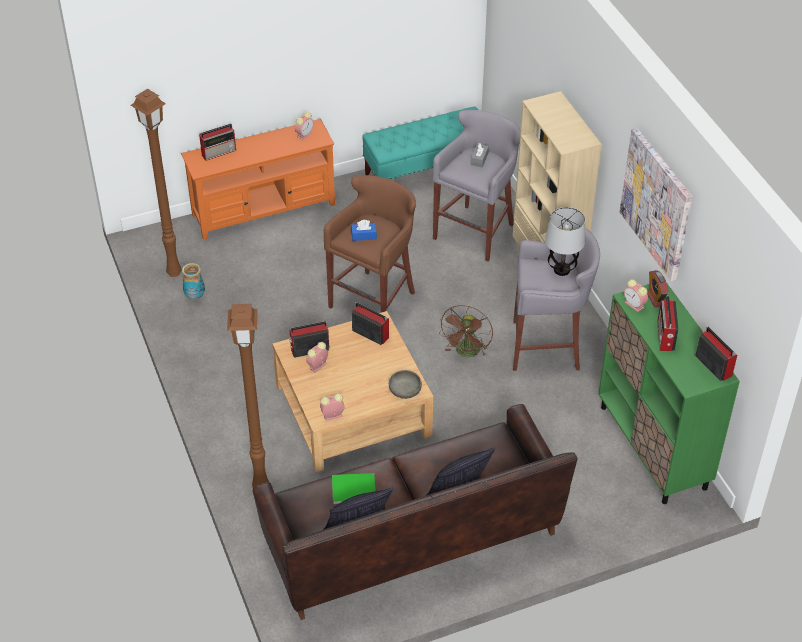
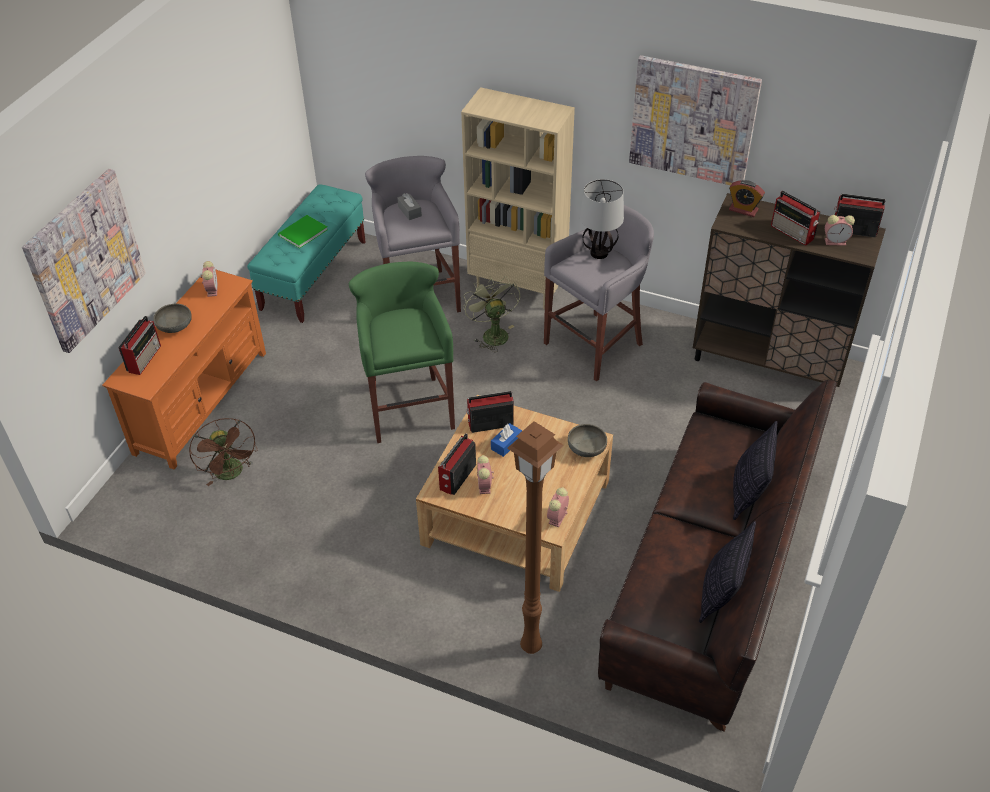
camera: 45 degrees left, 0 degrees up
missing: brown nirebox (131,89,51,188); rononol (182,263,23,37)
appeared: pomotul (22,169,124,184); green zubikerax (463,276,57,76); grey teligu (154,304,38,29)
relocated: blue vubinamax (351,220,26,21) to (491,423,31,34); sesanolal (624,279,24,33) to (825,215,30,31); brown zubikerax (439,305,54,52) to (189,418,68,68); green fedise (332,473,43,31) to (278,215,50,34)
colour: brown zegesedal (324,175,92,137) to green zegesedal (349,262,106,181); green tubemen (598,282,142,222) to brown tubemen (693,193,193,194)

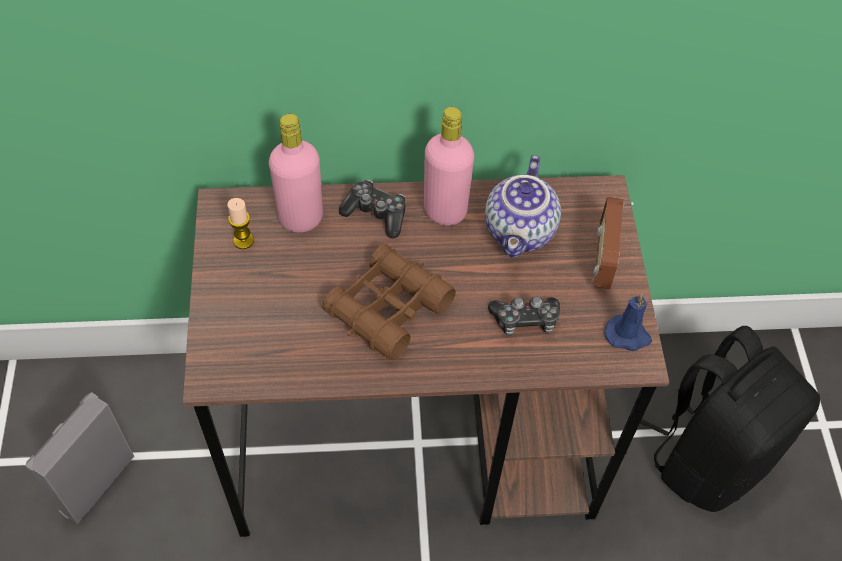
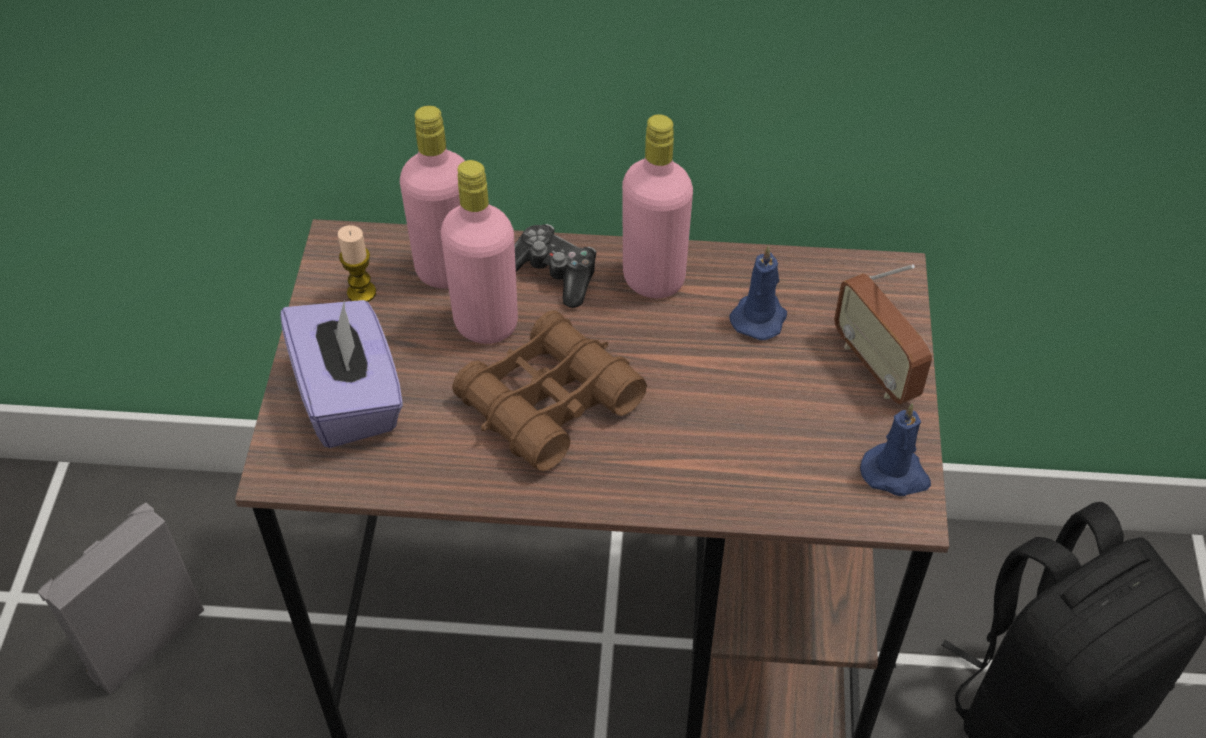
camera: 10 degrees right, 5 degrees down
missing: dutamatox (488,296,72,40)
appeared: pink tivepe (441,160,77,184); purple vubinamax (280,299,123,149)
exchanged: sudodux (485,155,76,103) to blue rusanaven (730,245,57,95)
spun: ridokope (593,197,41,92) = (834,264,98,141) 45 degrees counterclockwise

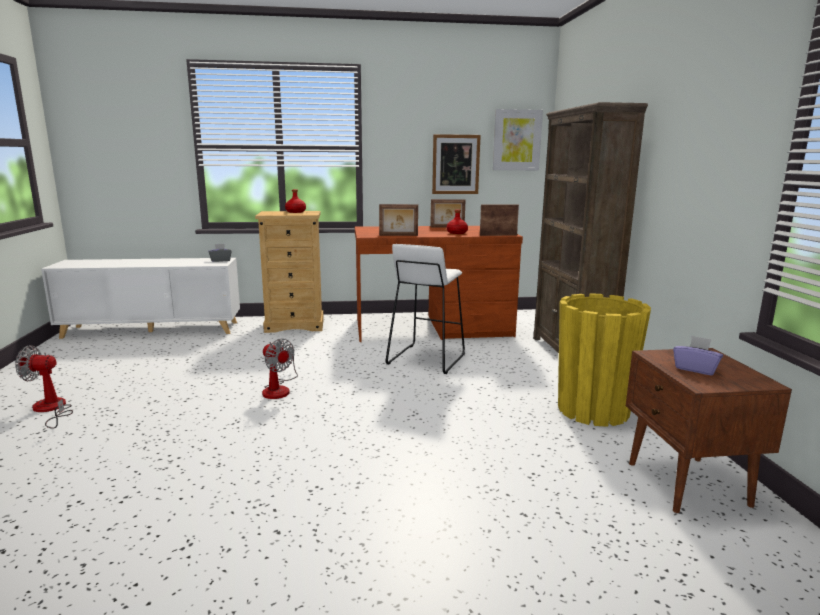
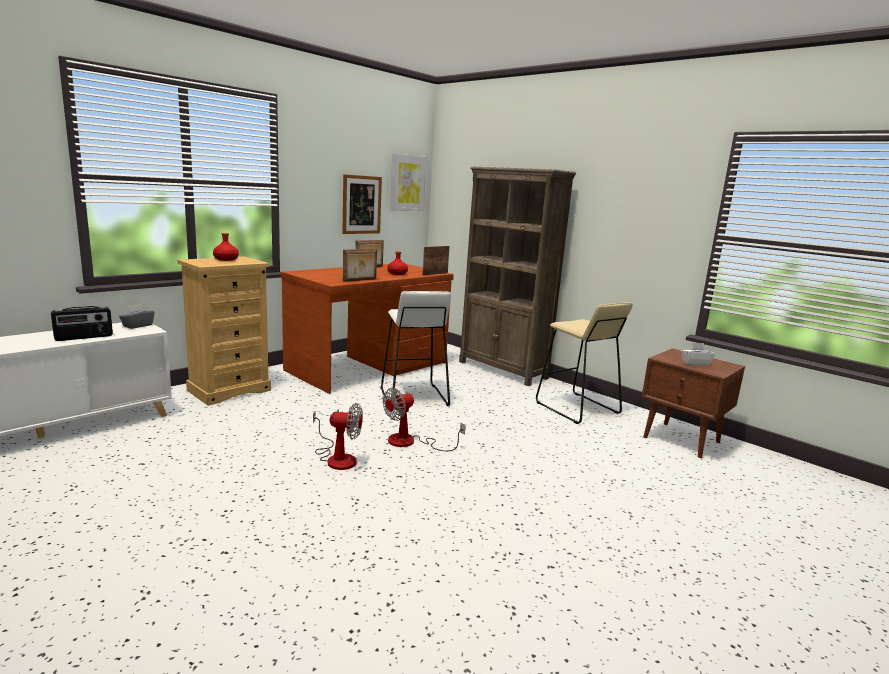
camera: 40 degrees left, 0 degrees up
appeared: ridokope (51,306,62,35)
relocated: zubikerax (15,345,58,84) to (383,388,83,63)
exchanged: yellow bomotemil (558,293,93,134) to beige zegesedal (536,302,97,122)
colour: purple vubinamax (673,336,50,40) to white vubinamax (681,342,34,24)

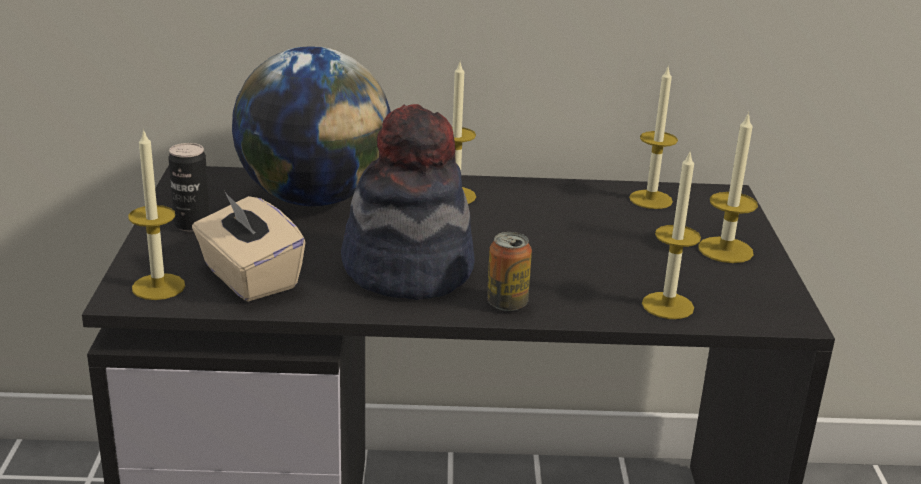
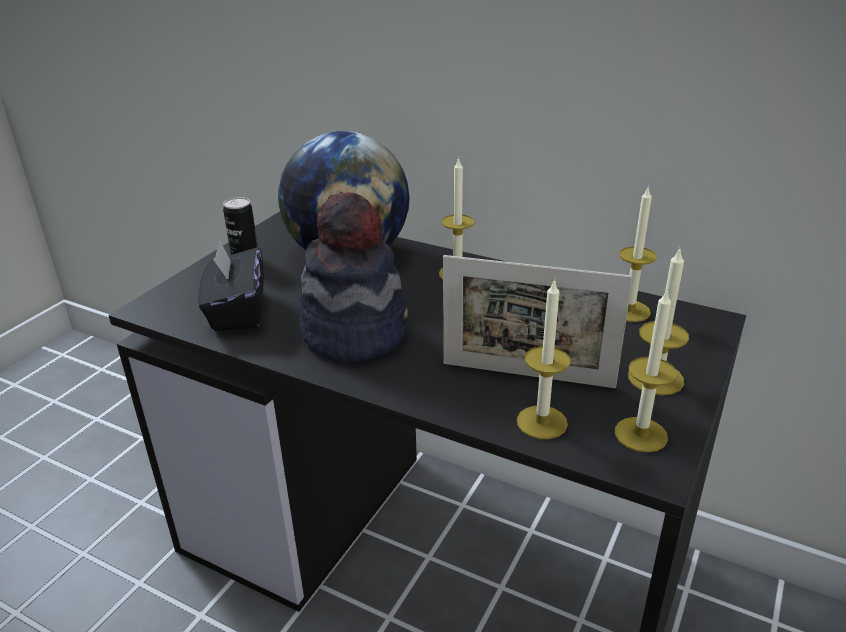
camera: 30 degrees right, 5 degrees up
missing: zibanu (487,232,45,79)
appeared: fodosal (443,255,190,133)
relocated: rusanaven (128,129,57,171) to (615,288,62,165)
colour: beige vubinamax (192,191,114,111) to black vubinamax (198,241,66,90)

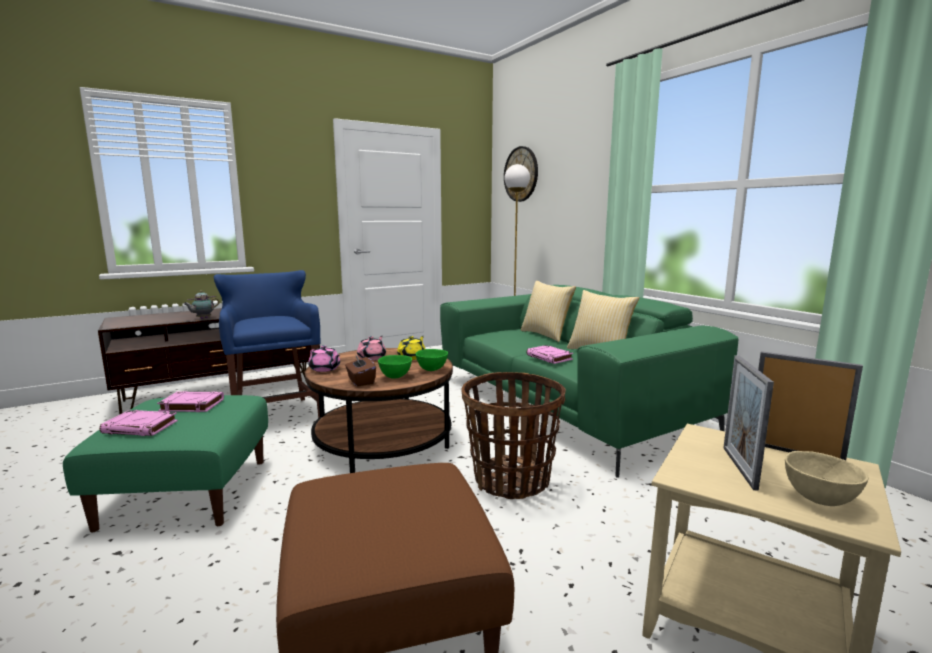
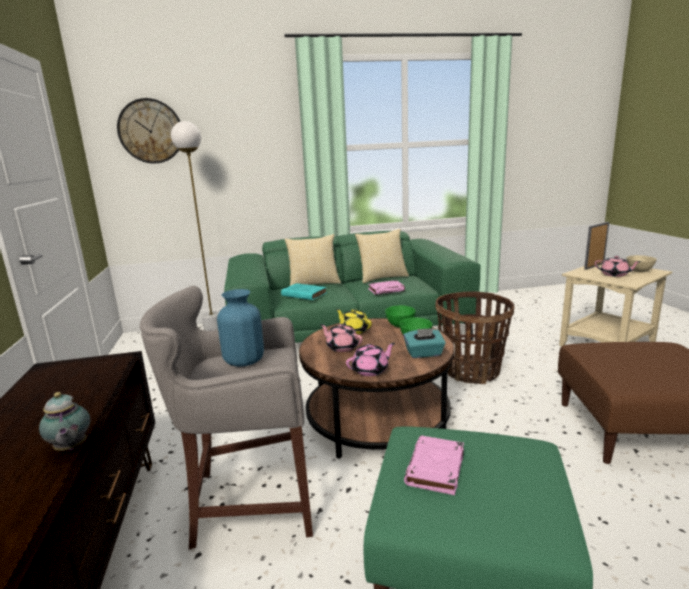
camera: 70 degrees left, 5 degrees up
missing: pink fedise (99,410,79,26)
appeared: turquoise fedise (281,283,46,17); blue rononol (217,289,47,78)
exchanged: fodosal (723,355,51,136) to pink sudodux (594,256,47,21)
colour: blue zegesedal (214,270,107,148) to grey zegesedal (140,286,173,264); brown vubinamax (345,354,31,32) to turquoise vubinamax (404,328,42,30)

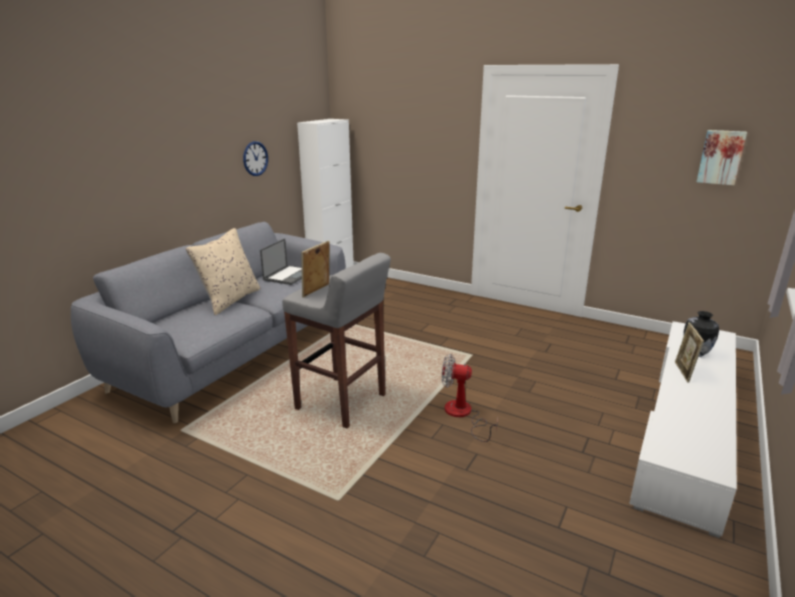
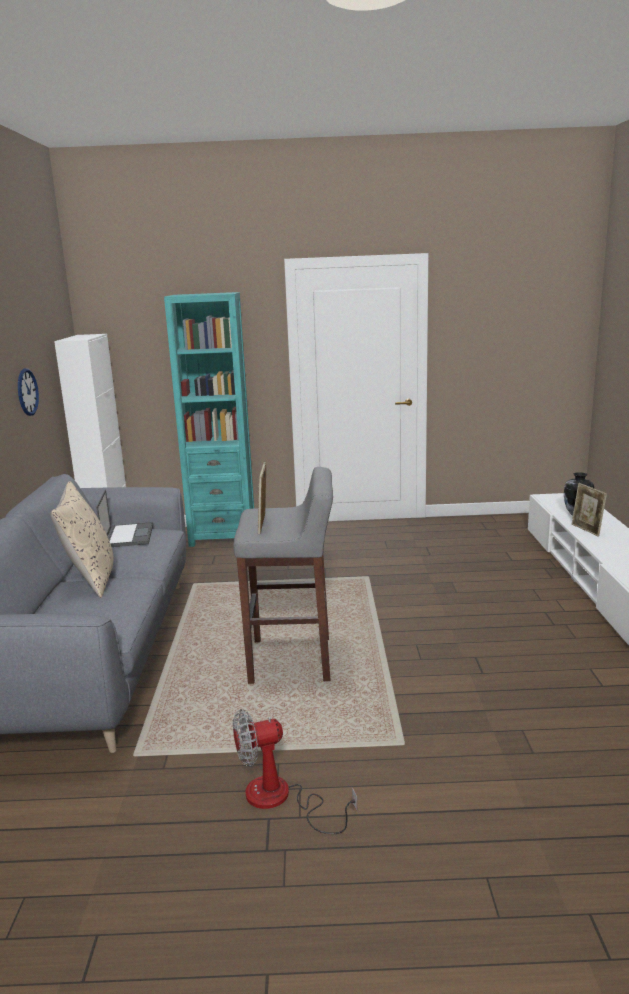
camera: 30 degrees left, 5 degrees down
missing: pomotul (697,130,50,55)
appeared: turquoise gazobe (164,292,90,255)
relocated: zubikerax (442,354,56,88) to (233,709,124,125)

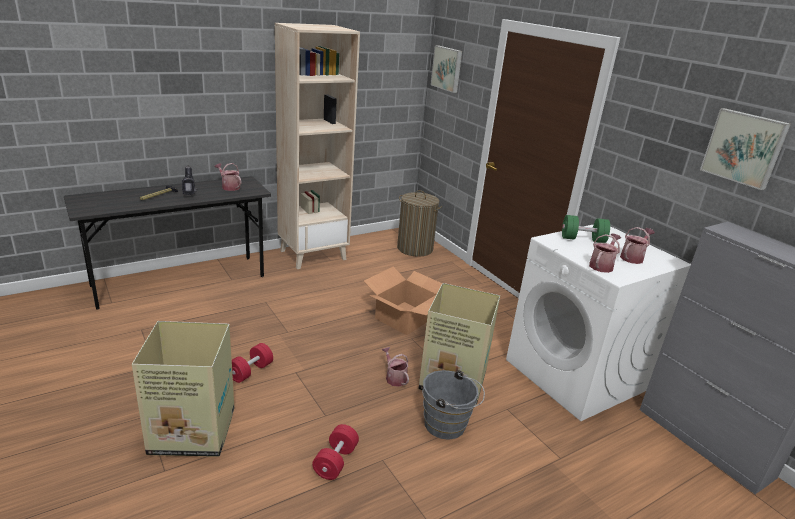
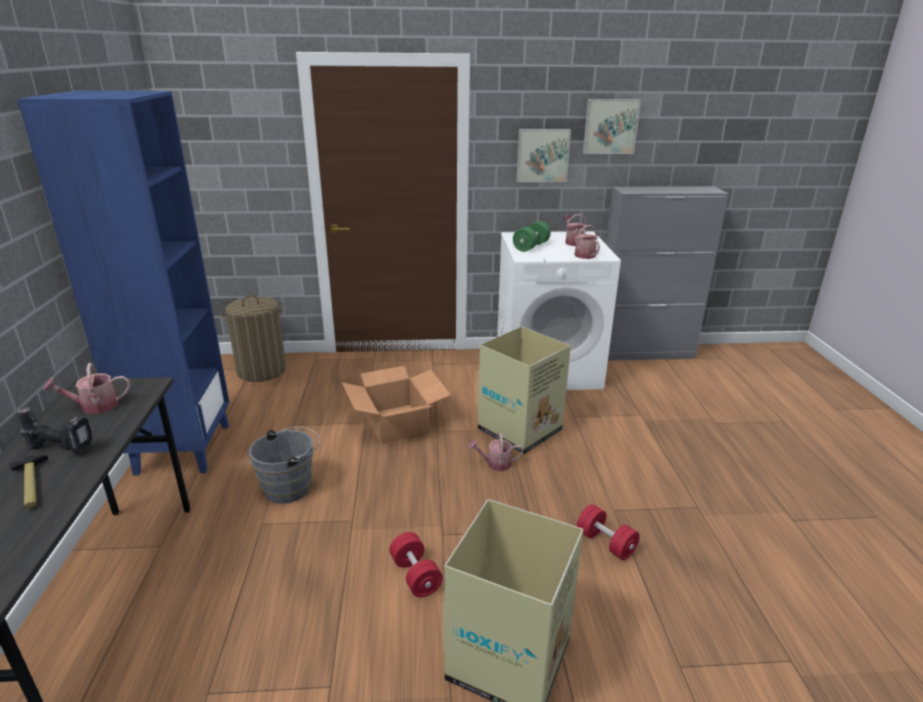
camera: 60 degrees left, 0 degrees up
relocated: pomotul (431,45,31,48) to (516,129,55,53); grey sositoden (422,370,63,70) to (249,427,71,77)
colour: beige gazobe (275,23,85,246) to blue gazobe (17,90,213,385)

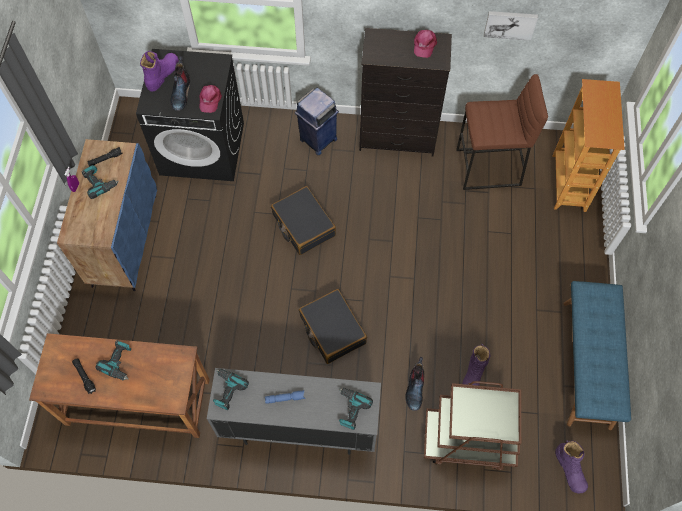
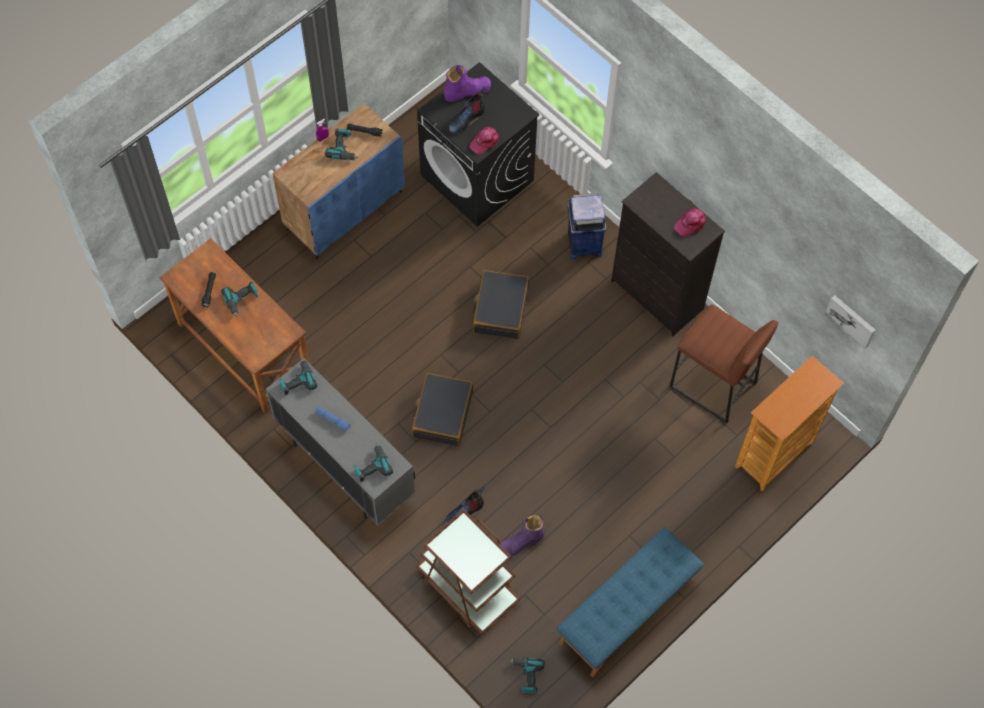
camera: 40 degrees right, 0 degrees up
relocated: pomotul (484,11,54,30) to (825,295,50,54)
exchanged: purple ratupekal (555,440,33,54) to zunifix (509,658,36,35)

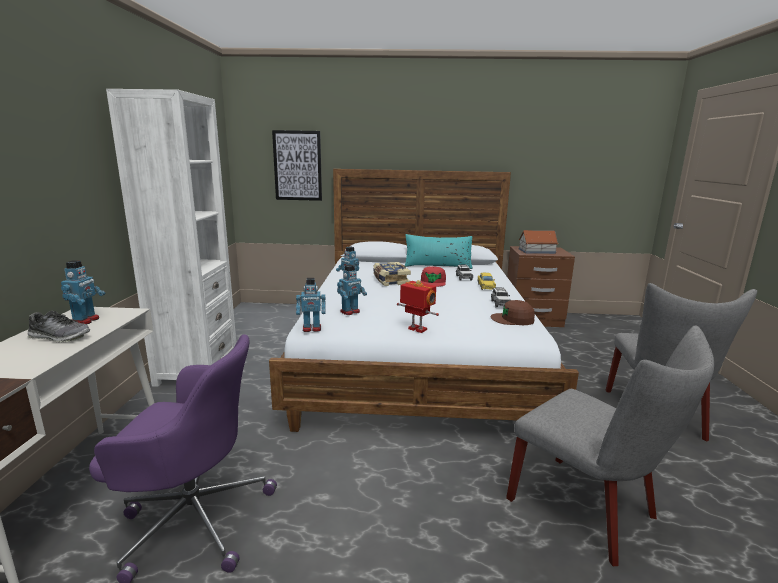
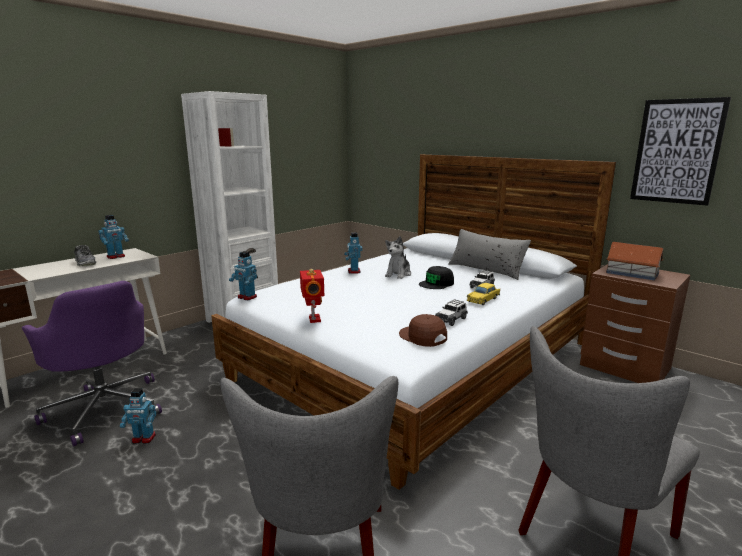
camera: 40 degrees right, 0 degrees up
relocated: pomotul (272,130,50,71) to (630,97,101,109); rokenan (337,265,30,50) to (120,388,36,56)
exchanged: fedise (373,262,38,24) to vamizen (385,236,26,43)
colour: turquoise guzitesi (405,234,68,35) to grey guzitesi (449,229,82,51); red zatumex (421,266,25,21) to black zatumex (419,266,35,23)

